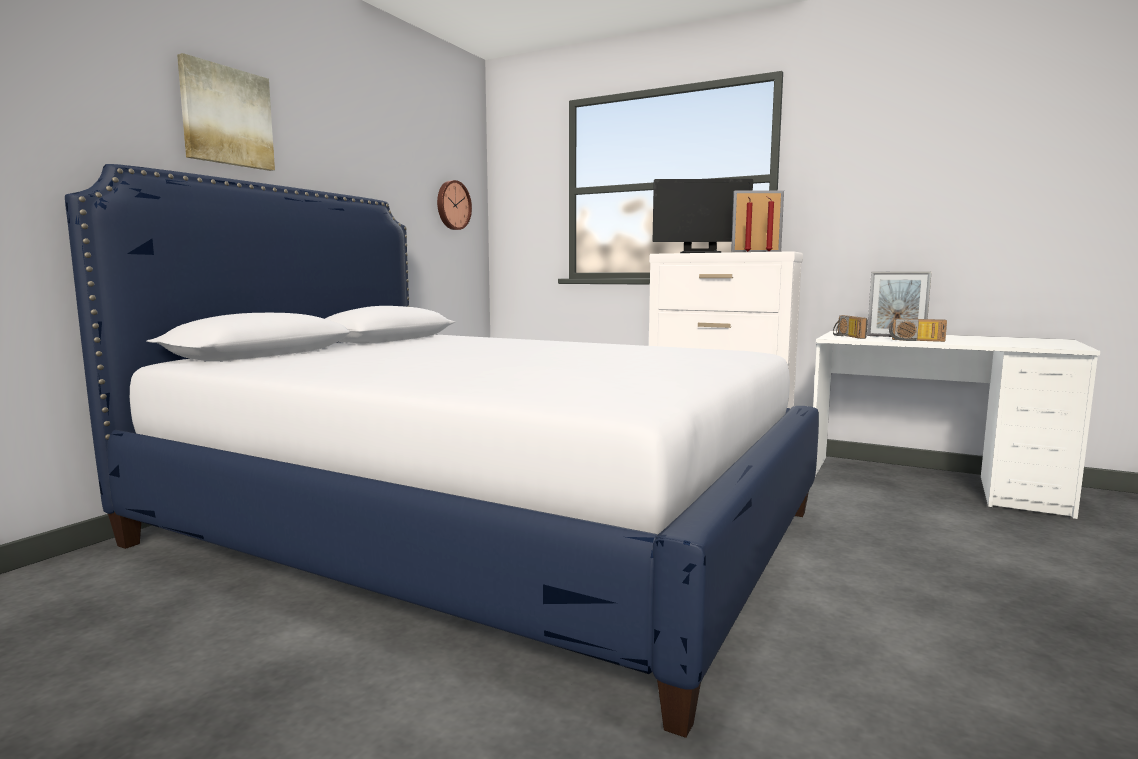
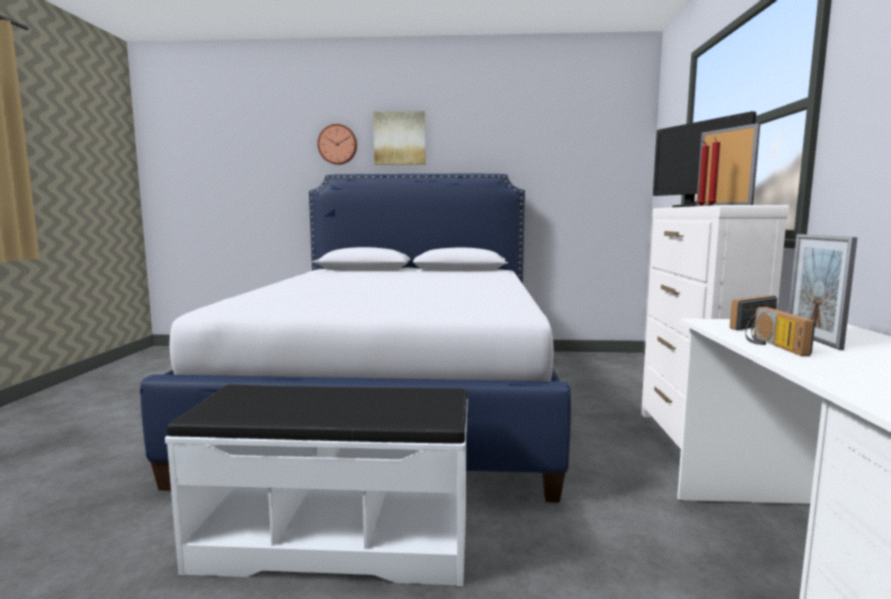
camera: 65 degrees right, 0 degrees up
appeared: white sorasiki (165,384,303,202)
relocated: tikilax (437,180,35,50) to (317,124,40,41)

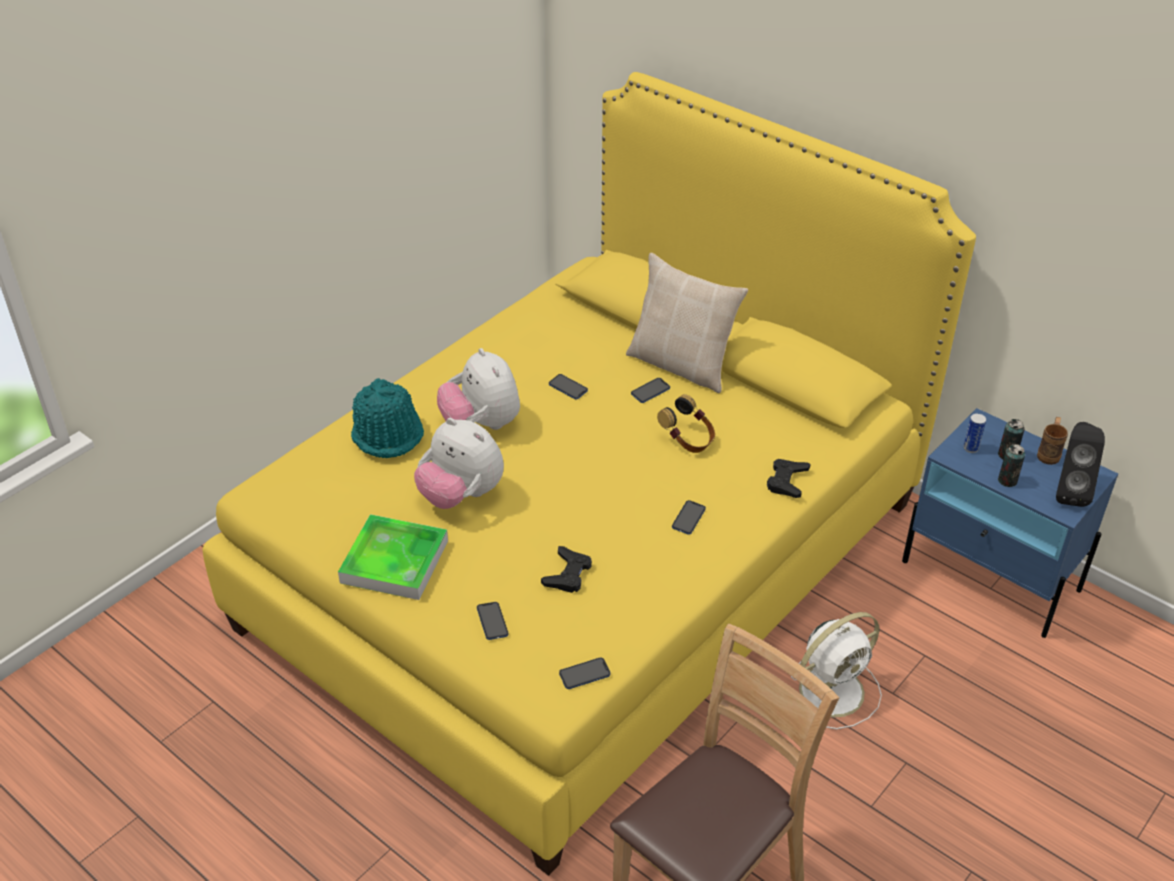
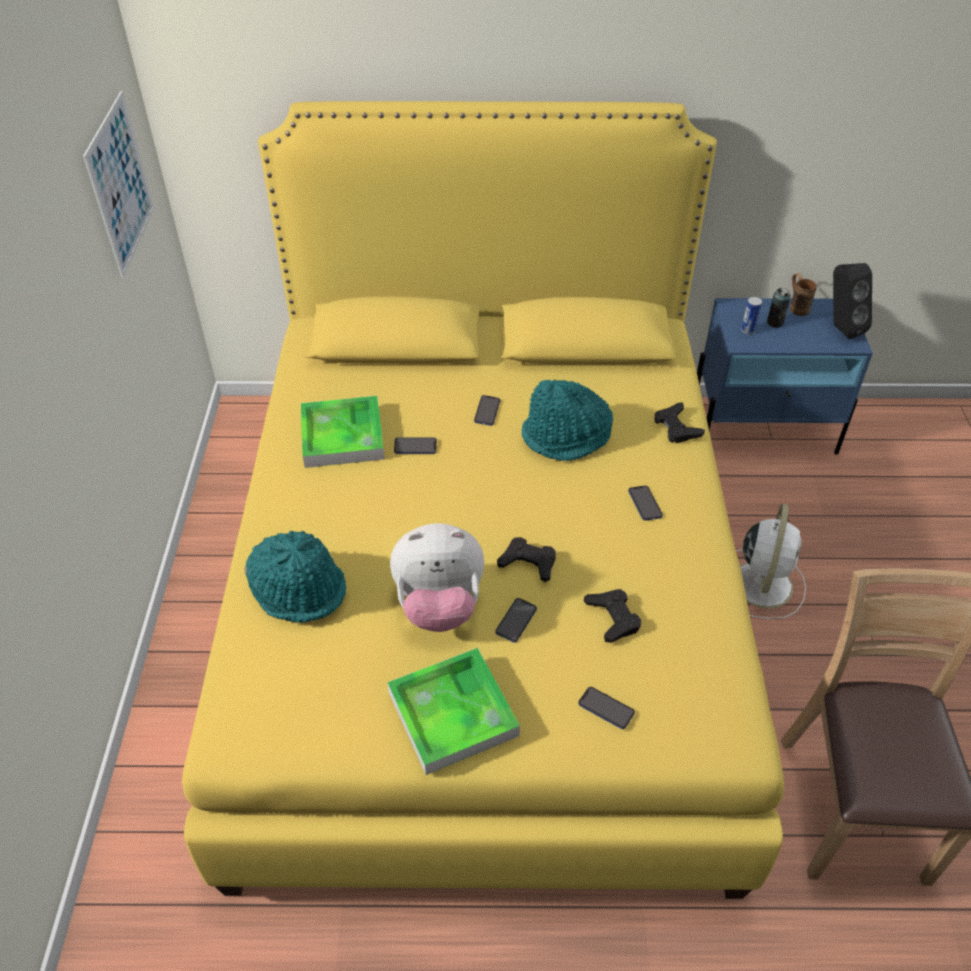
camera: 40 degrees left, 5 degrees up
missing: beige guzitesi (626,253,122,140); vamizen (437,348,83,82); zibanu (998,444,27,43)
appeared: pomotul (83,91,71,187); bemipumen (301,396,84,72); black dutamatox (497,537,59,45)
relocated: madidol (559,657,51,32) to (495,598,42,45)
exchanged: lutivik (657,394,58,59) to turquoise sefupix (522,379,91,82)

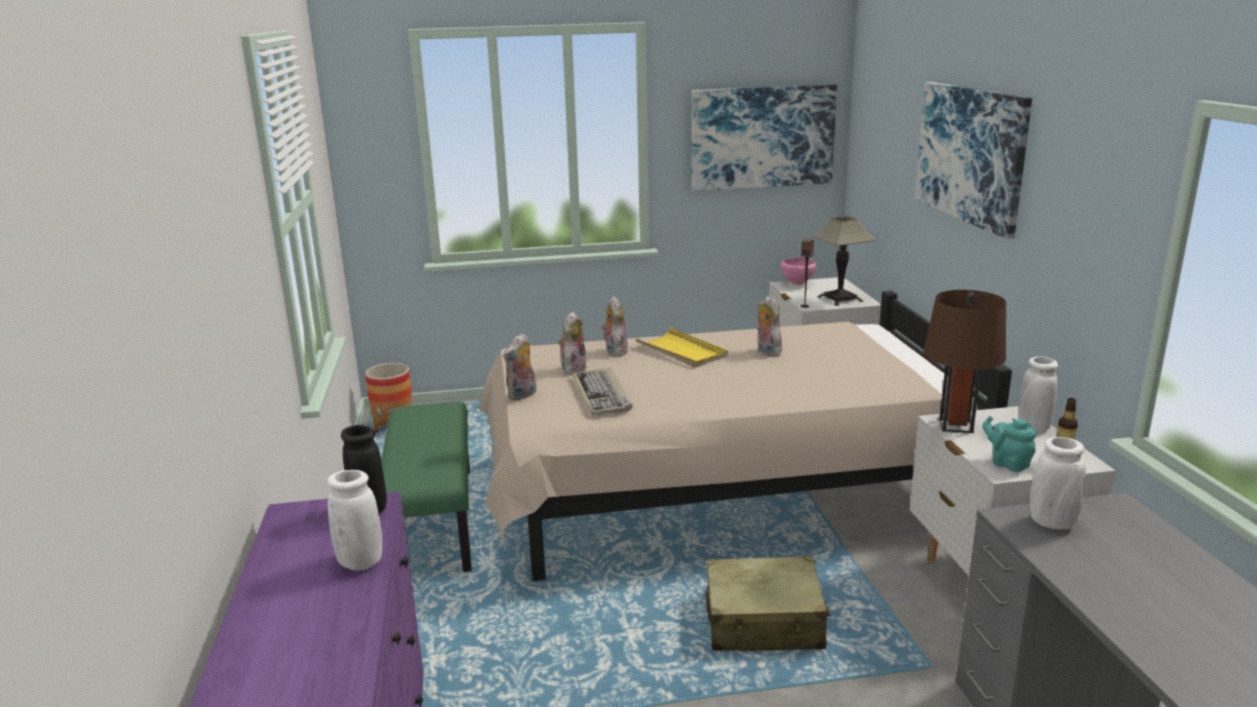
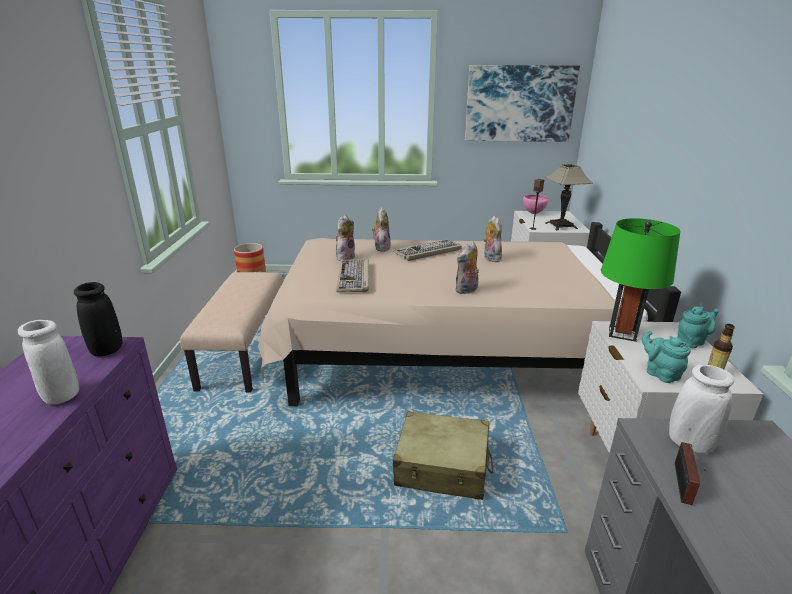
camera: 10 degrees right, 5 degrees up
missing: pomotul (915,82,117,157)
appeared: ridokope (675,442,31,63)
relocated: vamizen (503,333,33,67) to (455,242,24,52)
exchanged: yellow bemipumen (635,328,93,40) to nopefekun (393,239,69,22); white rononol (1019,356,39,75) to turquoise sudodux (677,307,42,41)
colour: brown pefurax (924,290,82,143) to green pefurax (601,218,80,124); green sorasiki (381,402,91,170) to beige sorasiki (180,272,103,120)

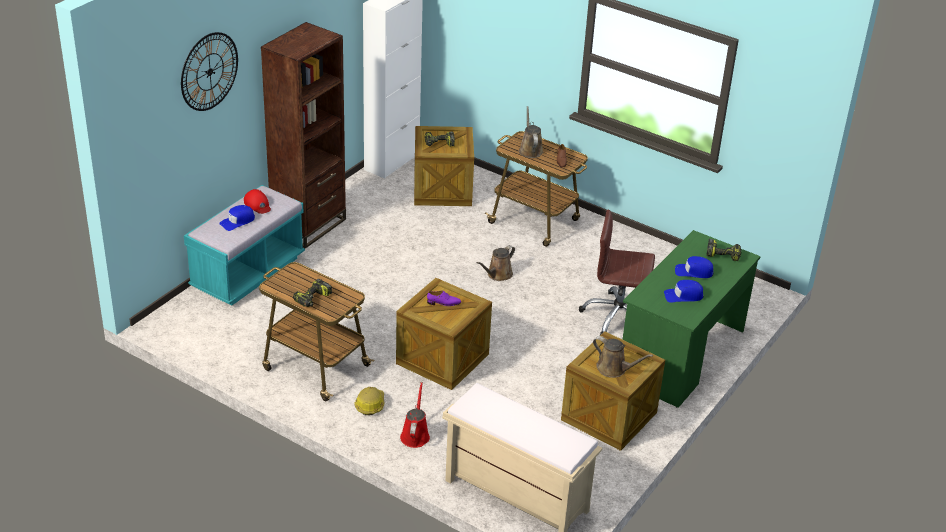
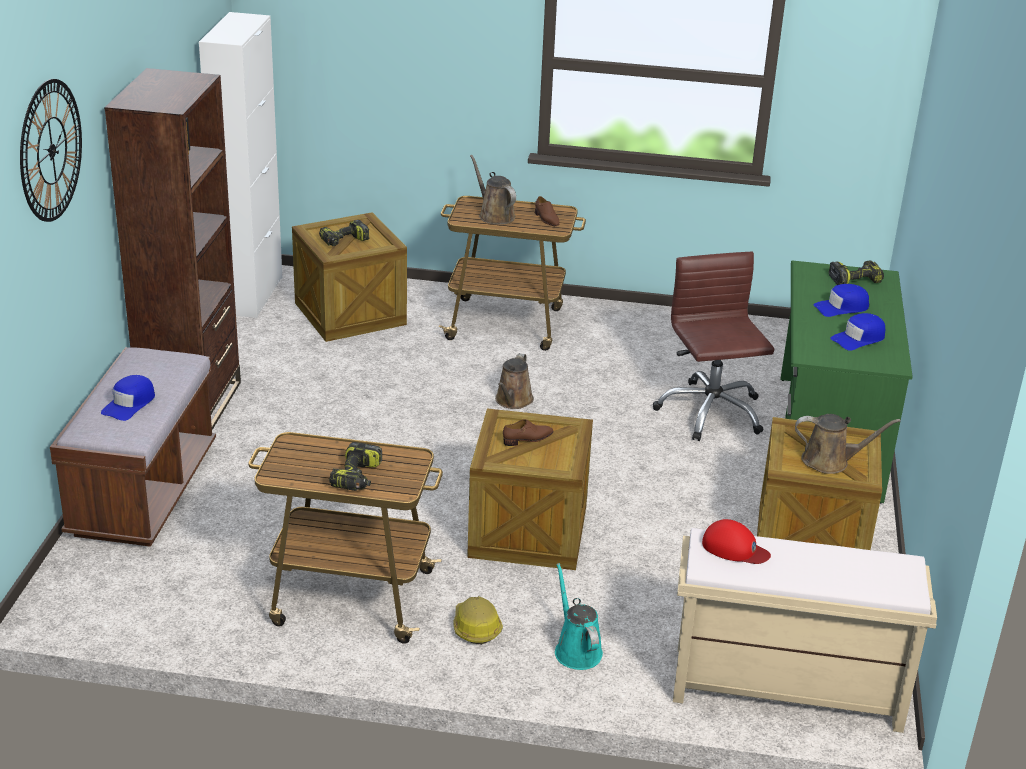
camera: 25 degrees left, 5 degrees down
relocated: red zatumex (244,189,27,25) to (702,519,69,45)
colour: turquoise sorasiki (184,185,121,121) to brown sorasiki (50,347,166,200); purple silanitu (427,291,34,15) to brown silanitu (503,419,50,27); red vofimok (400,382,30,66) to turquoise vofimok (555,563,48,107)
spun: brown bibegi (579,210,76,125) = (653,252,121,189) 90 degrees clockwise

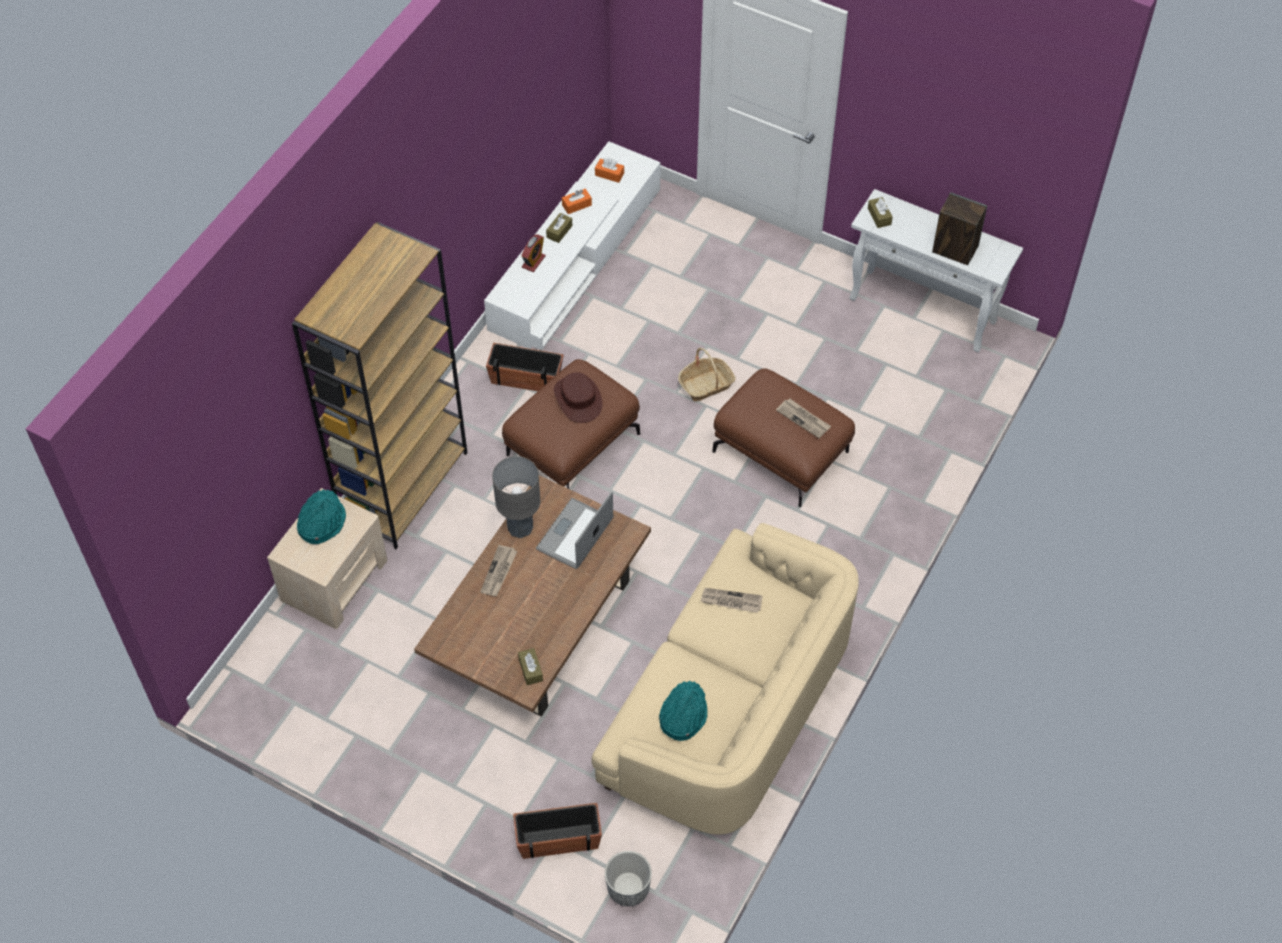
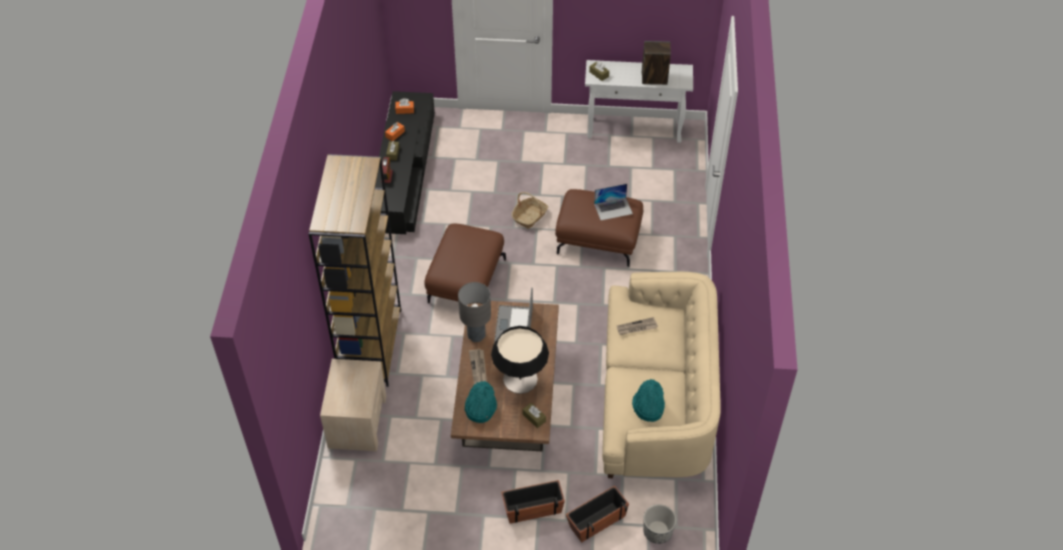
camera: 25 degrees left, 5 degrees down
missing: brown sefupix (554,372,49,51)
appeared: pefurax (491,326,58,68)
relocated: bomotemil (486,343,78,48) to (501,480,64,44); turquoise sefupix (297,489,49,55) to (465,381,32,42)
exchanged: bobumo (776,399,55,39) to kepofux (594,184,39,36)
colour: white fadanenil (484,141,177,209) to black fadanenil (375,91,60,143)

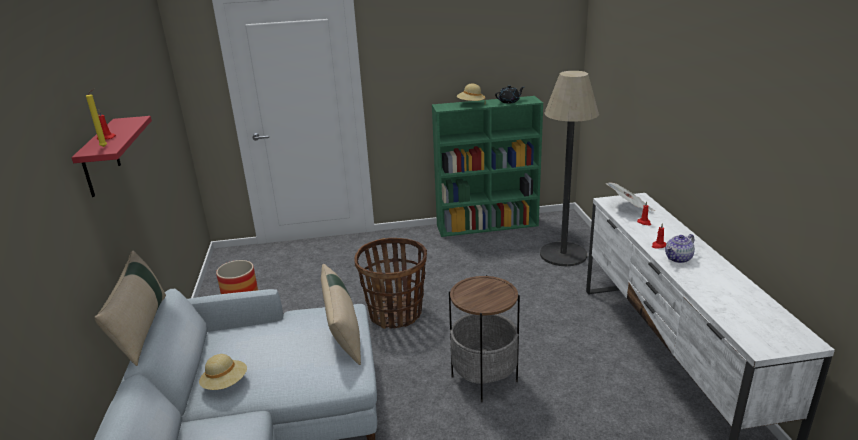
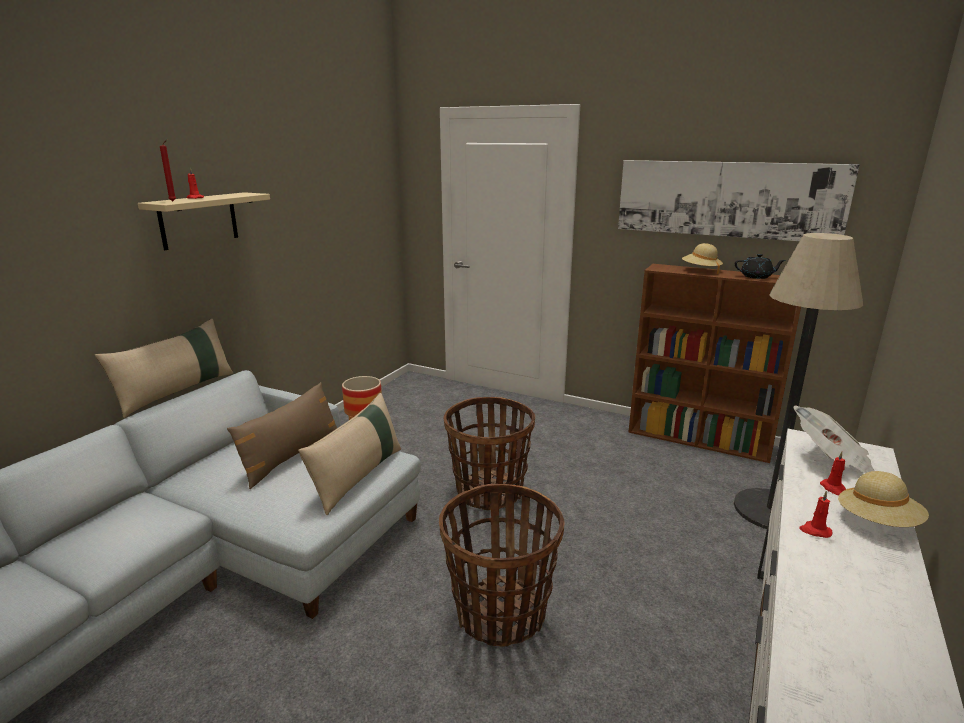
camera: 35 degrees right, 5 degrees down
missing: sudodux (665,234,30,29)
appeared: pomotul (618,160,242,81); brown guzitesi (227,382,110,107)
relocated: beige sefupix (199,354,48,36) to (838,471,91,56)
exchanged: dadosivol (449,275,71,127) to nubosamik (439,484,126,163)
colour: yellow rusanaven (86,88,21,59) to red rusanaven (160,140,16,61); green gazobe (432,96,111,141) to brown gazobe (628,264,173,199); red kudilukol (71,116,81,81) to beige kudilukol (138,192,132,58)

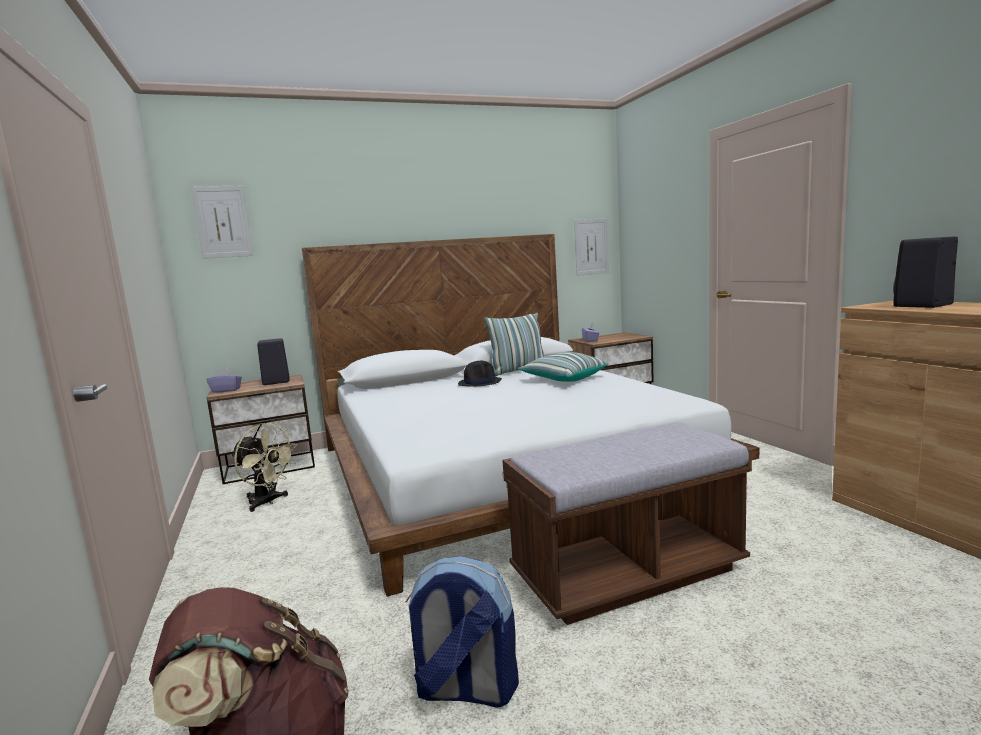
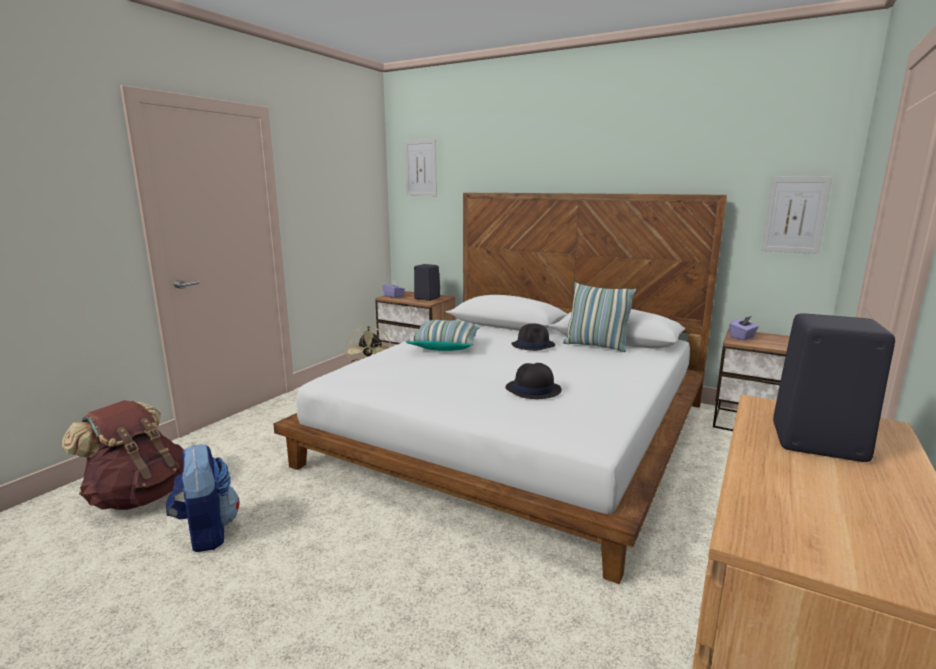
camera: 50 degrees right, 5 degrees up
missing: brown sorasiki (502,422,250,203)
appeared: black sefupix (506,363,56,36)
relocated: guzitesi (518,352,90,30) to (406,320,74,31)

